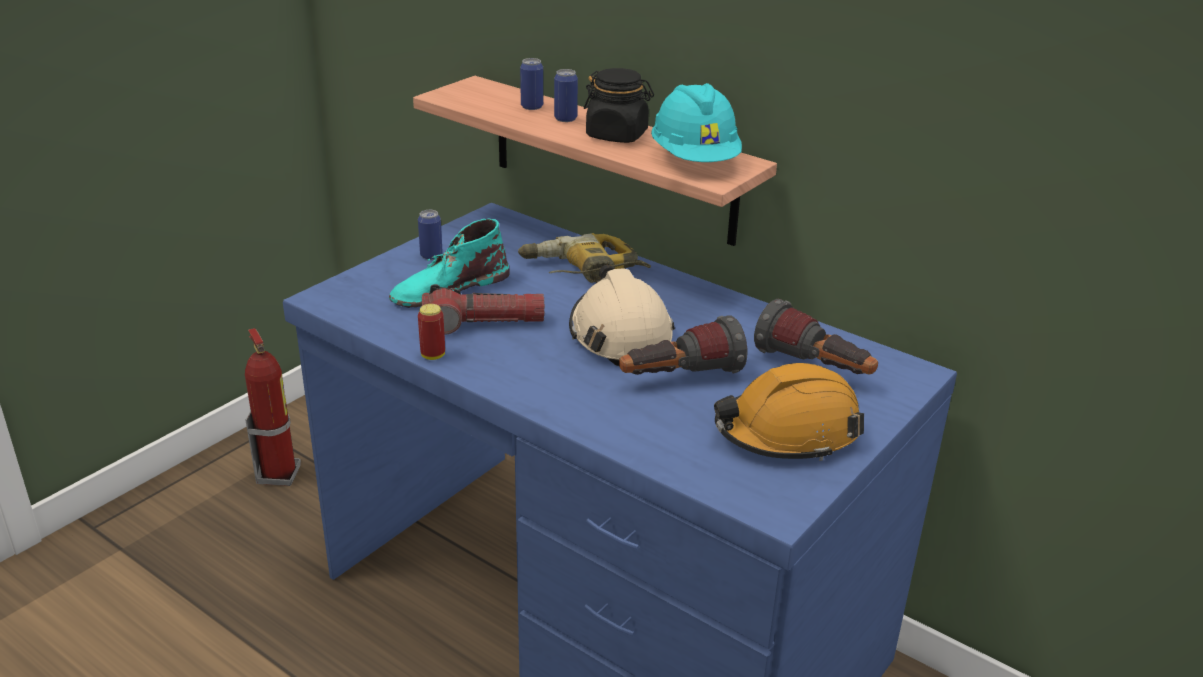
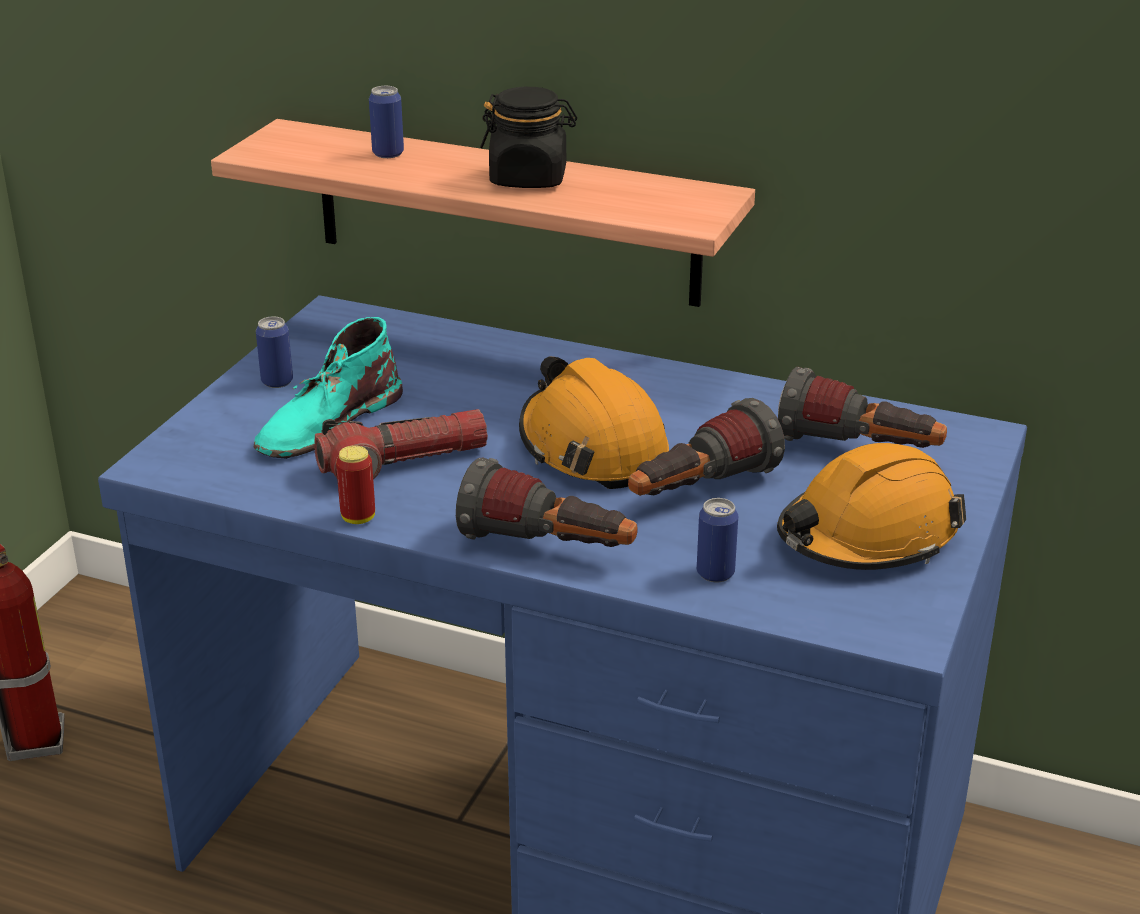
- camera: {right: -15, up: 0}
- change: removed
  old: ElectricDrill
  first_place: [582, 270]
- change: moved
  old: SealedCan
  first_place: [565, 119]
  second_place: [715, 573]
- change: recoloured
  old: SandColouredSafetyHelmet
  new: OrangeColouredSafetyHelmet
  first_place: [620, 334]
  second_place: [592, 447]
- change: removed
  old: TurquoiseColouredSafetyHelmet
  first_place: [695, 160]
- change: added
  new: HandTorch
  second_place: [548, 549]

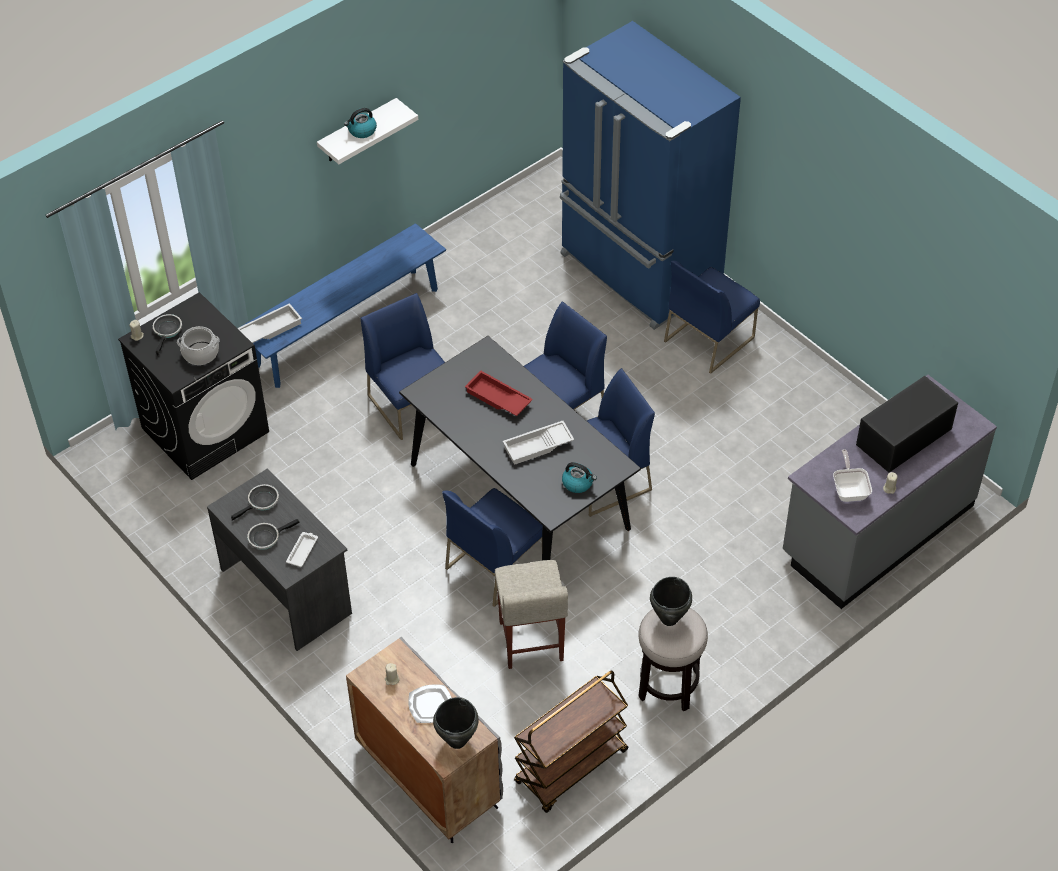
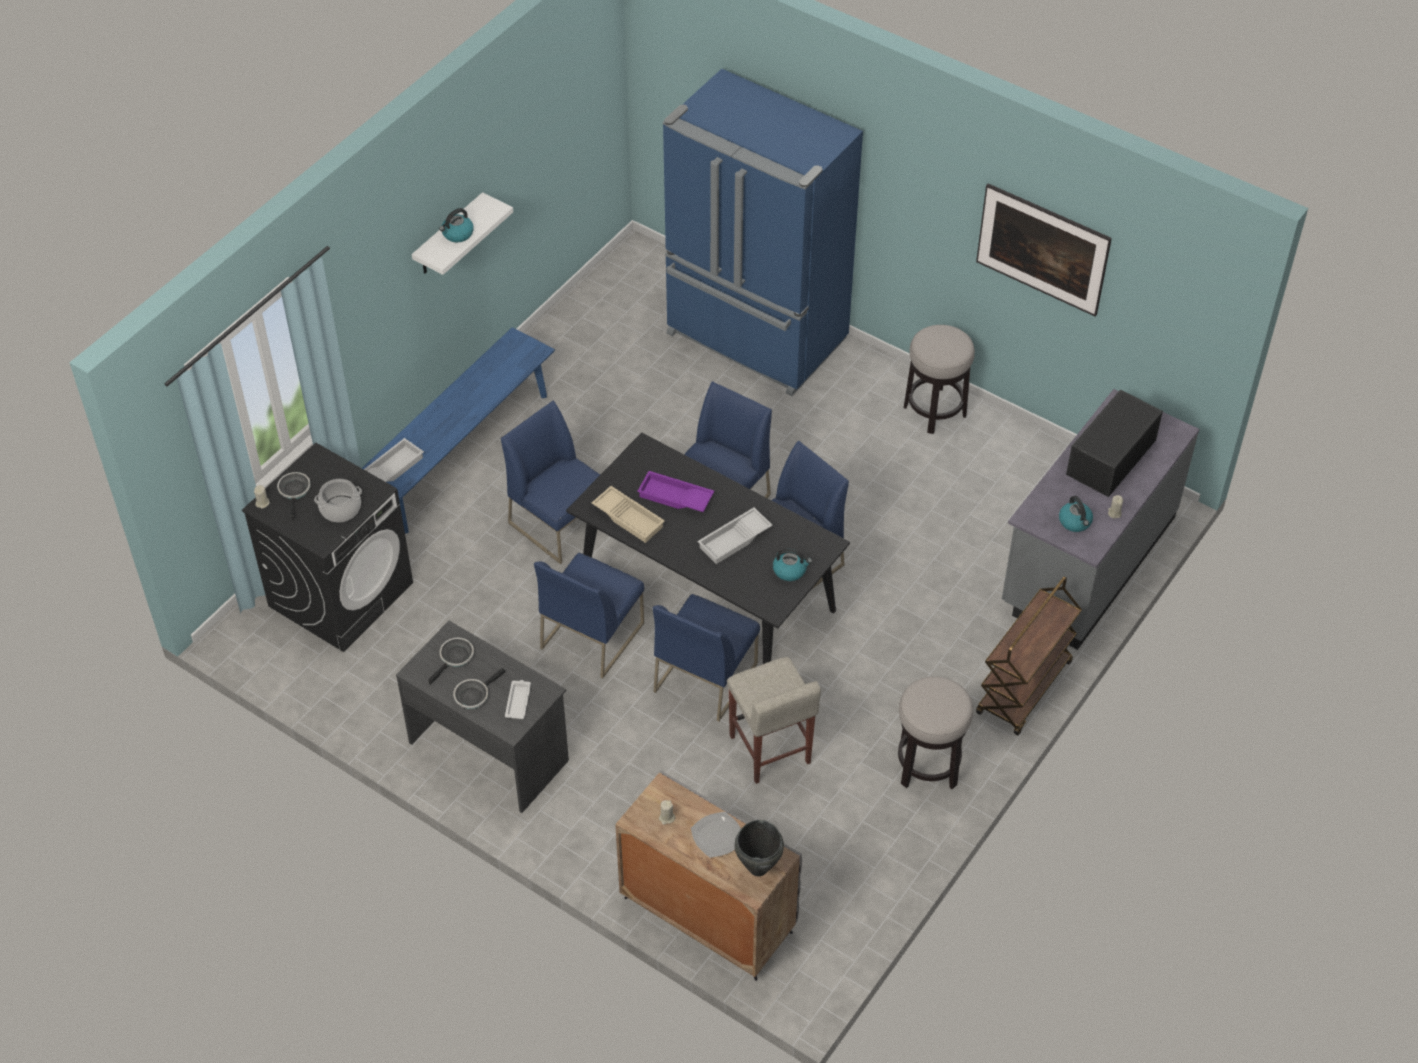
- camera: {right: -15, up: 0}
- change: recoloured
  old: ReddishServingTray
  new: PurplishServingTray
  first_place: [497, 399]
  second_place: [674, 497]
- change: moved
  old: BrownWheeledCart
  first_place: [571, 768]
  second_place: [1024, 689]
- change: removed
  old: BlackishSaucepot
  first_place: [668, 619]
- change: moved
  old: BluishPlainChair
  first_place: [709, 338]
  second_place: [592, 634]
- change: replaced
  old: Pan
  new: TeaKettle
  first_place: [850, 490]
  second_place: [1075, 522]
- change: added
  new: SandColouredServingTray
  second_place: [629, 517]
- change: added
  new: StoolSeat
  second_place: [935, 410]
- change: added
  new: Picture
  second_place: [1039, 268]

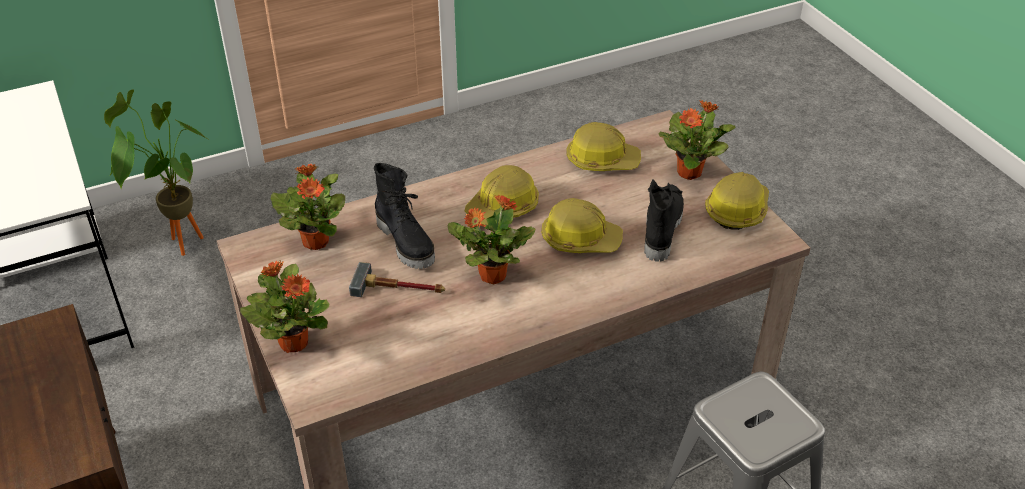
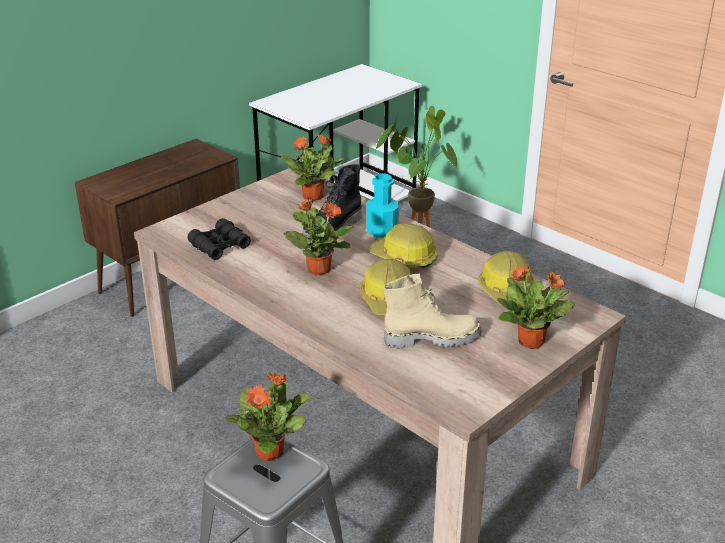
- camera: {right: 70, up: -10}
- change: moved
  old: Houseplant
  first_place: [293, 342]
  second_place: [270, 451]
- change: removed
  old: Hammer
  first_place: [399, 288]
- change: recoloured
  old: BlackishBoot
  new: SandColouredBoot
  first_place: [660, 229]
  second_place: [431, 338]
- change: removed
  old: SafetyHelmet
  first_place: [737, 210]
- change: added
  new: BlackishPairOfBinoculars
  second_place: [220, 246]
- change: added
  new: TurquoiseColouredBeverageBottle
  second_place: [382, 231]

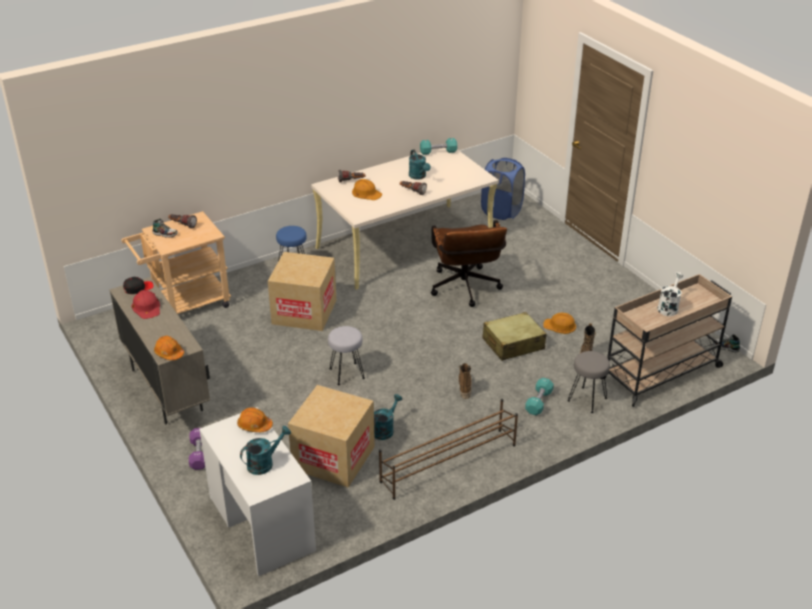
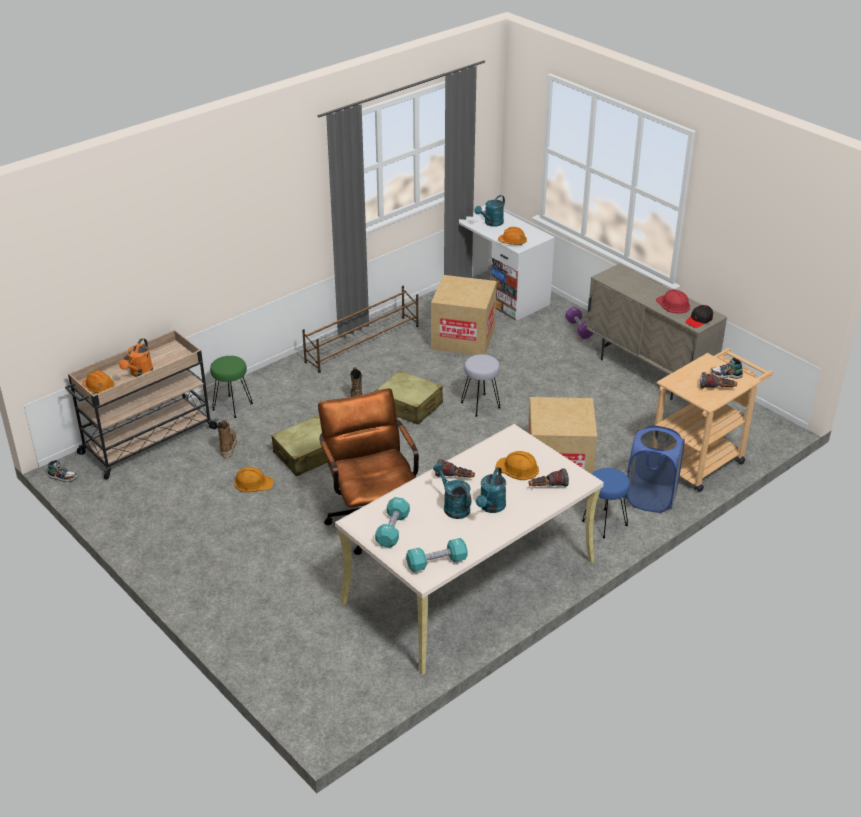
- camera: {right: 170, up: 0}
- change: moved
  old: OrangeColouredSafetyHelmet
  first_place: [169, 353]
  second_place: [99, 387]
- change: moved
  old: TurquoiseColouredWateringPot
  first_place: [385, 429]
  second_place: [491, 507]
- change: moved
  old: BluishLaundryBasket
  first_place: [501, 211]
  second_place: [650, 498]
- change: moved
  old: TurquoiseColouredDumbbell
  first_place: [538, 402]
  second_place: [392, 530]
- change: recoloured
  old: GreyStoolSeat
  new: GreenColouredStoolSeat
  first_place: [587, 400]
  second_place: [233, 406]
- change: recoloured
  old: WhiteColouredWateringPot
  new: OrangeColouredWateringPot
  first_place: [668, 307]
  second_place: [139, 373]
- change: added
  new: SandColouredSuitcase
  second_place: [409, 406]

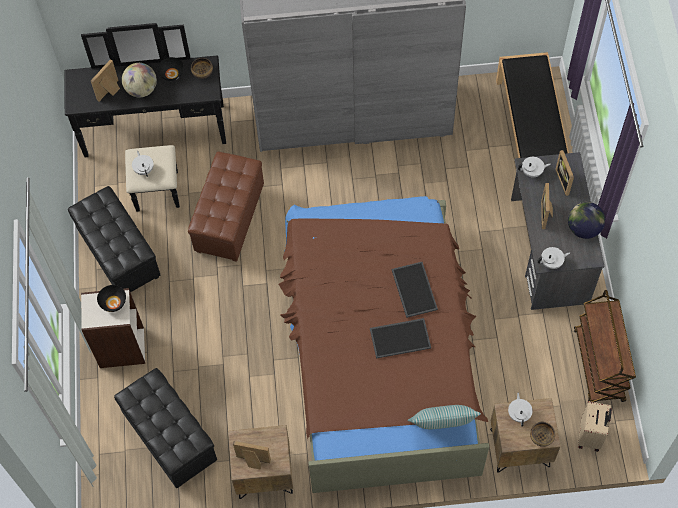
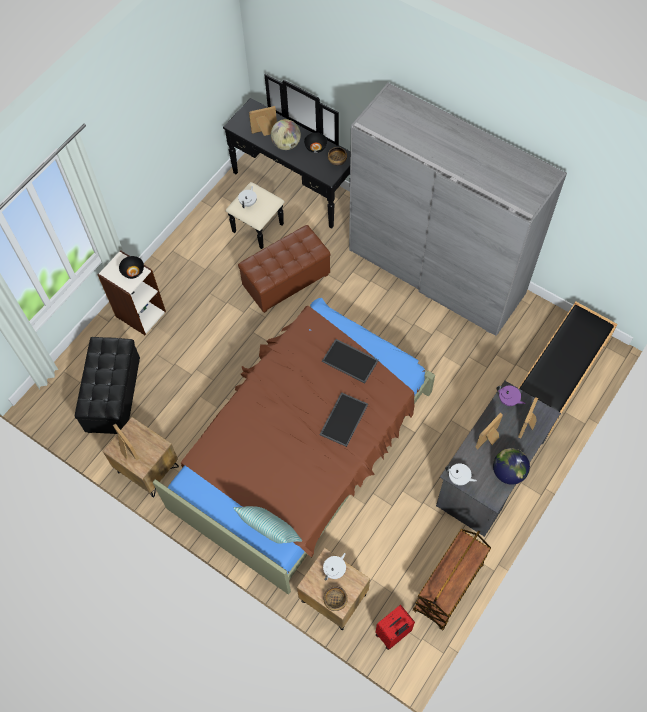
- camera: {right: 40, up: 0}
- change: removed
  old: BlackishOttoman
  first_place: [118, 255]
- change: moved
  old: ServingTray
  first_place: [400, 337]
  second_place: [351, 360]
- change: recoloured
  old: WhiteColouredTeapot
  new: PurplishTeapot
  first_place: [532, 172]
  second_place: [508, 400]
- change: recoloured
  old: SandColouredSuitcase
  new: ReddishSuitcase
  first_place: [591, 436]
  second_place: [393, 634]

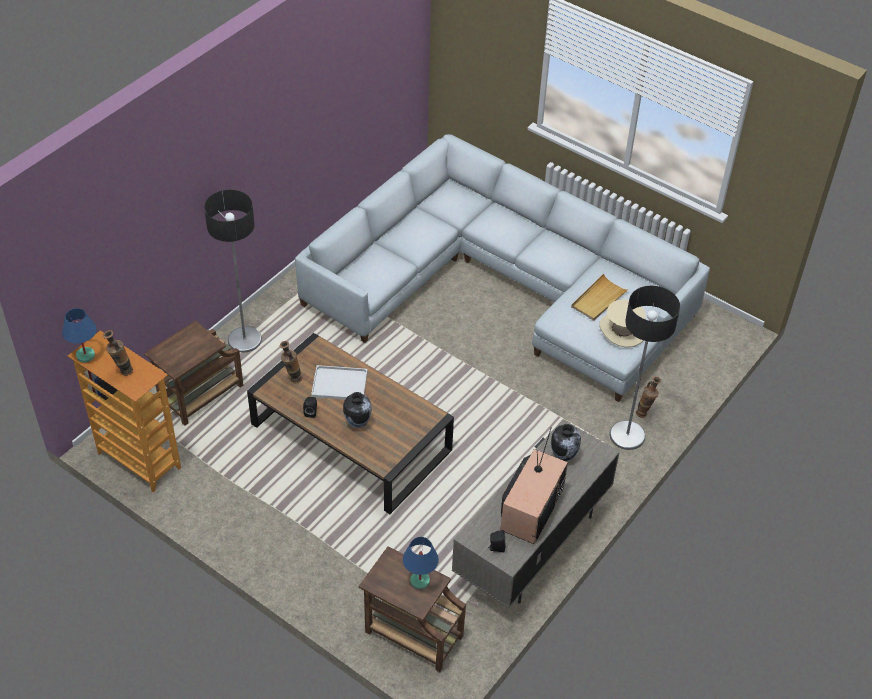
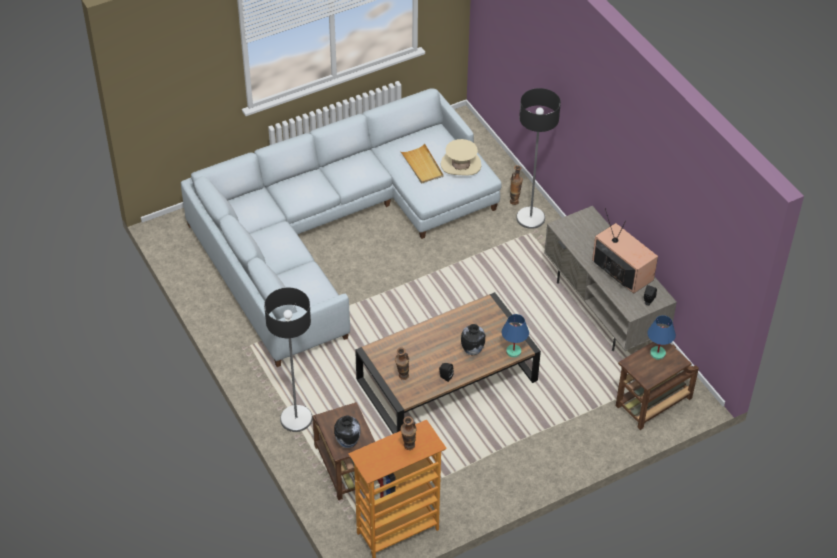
- camera: {right: -65, up: 0}
- change: moved
  old: BluishTableLamp
  first_place: [86, 355]
  second_place: [513, 351]
- change: removed
  old: WhiteColouredServingTray
  first_place: [338, 384]
- change: moved
  old: Vase
  first_place: [563, 456]
  second_place: [347, 443]

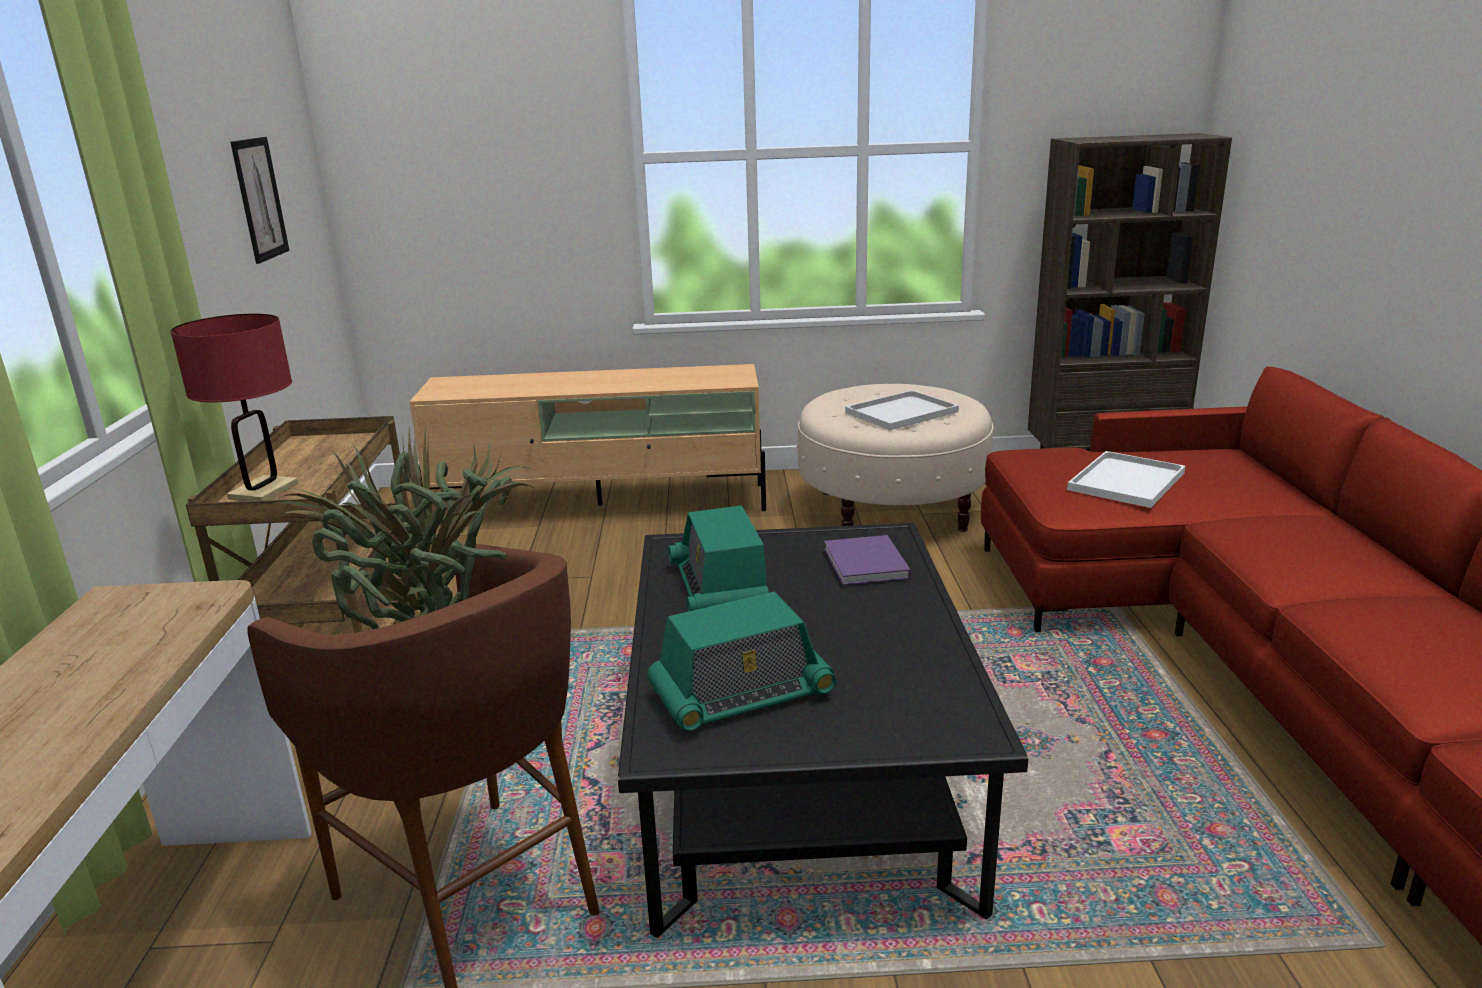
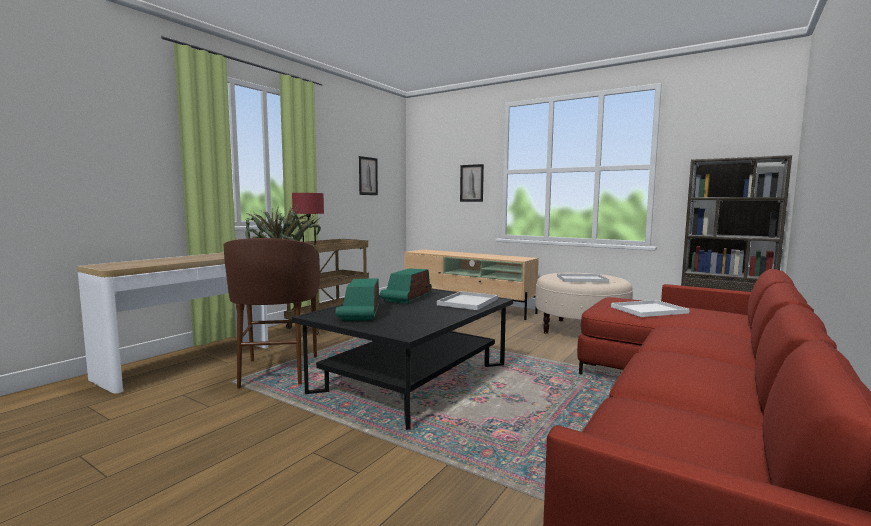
- camera: {right: 35, up: -15}
- change: turned
  old: RadioSet
  first_place: [741, 694]
  second_place: [360, 313]
  degrees: 75
- change: replaced
  old: PurplishVolume
  new: WhiteColouredServingTray
  first_place: [866, 565]
  second_place: [468, 302]
- change: added
  new: Picture
  second_place: [471, 183]

